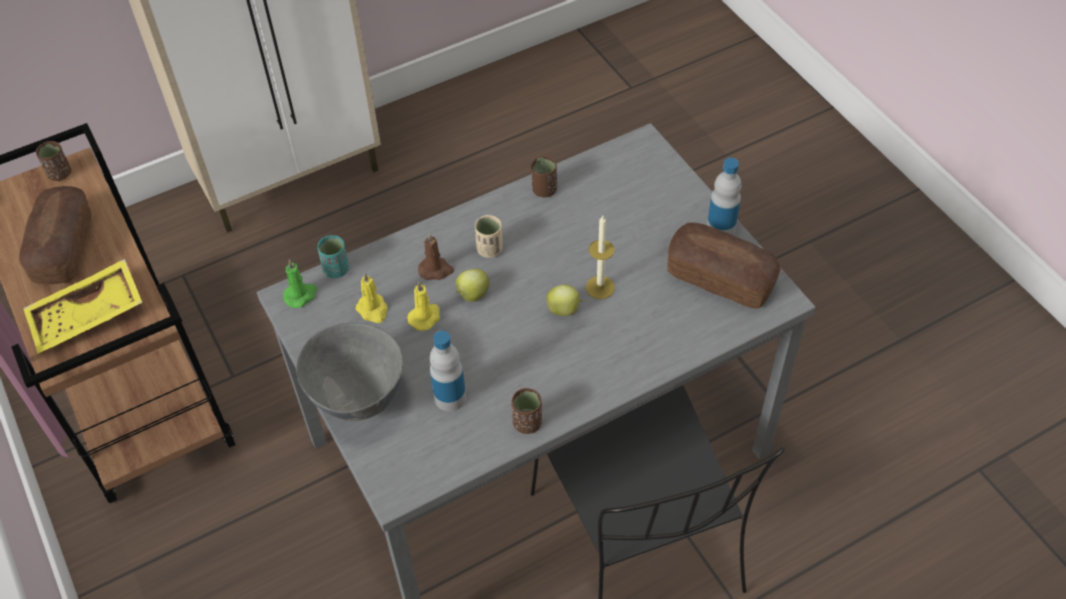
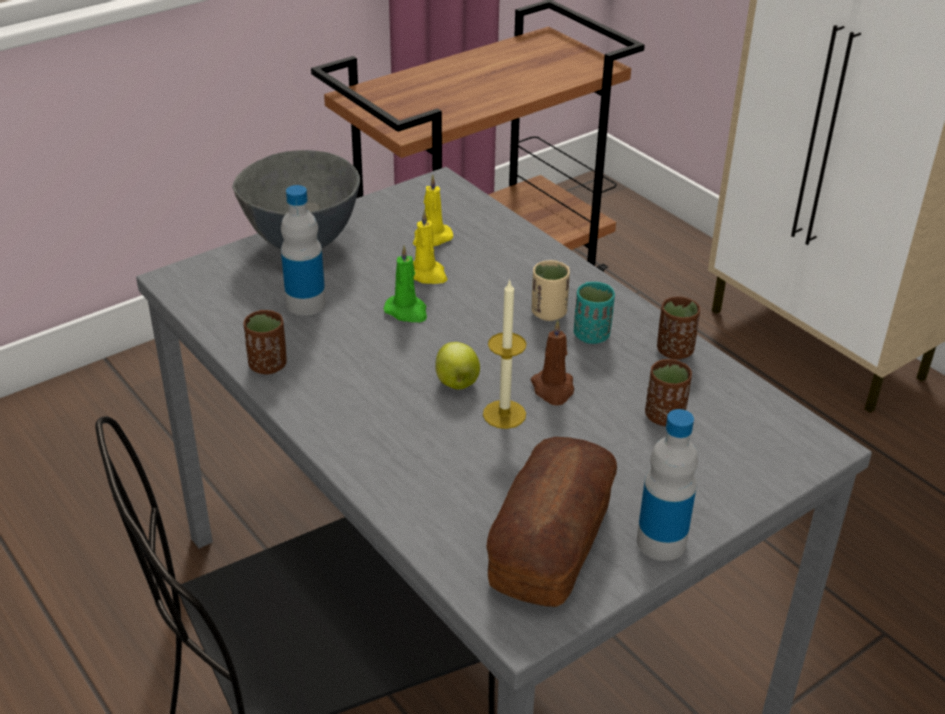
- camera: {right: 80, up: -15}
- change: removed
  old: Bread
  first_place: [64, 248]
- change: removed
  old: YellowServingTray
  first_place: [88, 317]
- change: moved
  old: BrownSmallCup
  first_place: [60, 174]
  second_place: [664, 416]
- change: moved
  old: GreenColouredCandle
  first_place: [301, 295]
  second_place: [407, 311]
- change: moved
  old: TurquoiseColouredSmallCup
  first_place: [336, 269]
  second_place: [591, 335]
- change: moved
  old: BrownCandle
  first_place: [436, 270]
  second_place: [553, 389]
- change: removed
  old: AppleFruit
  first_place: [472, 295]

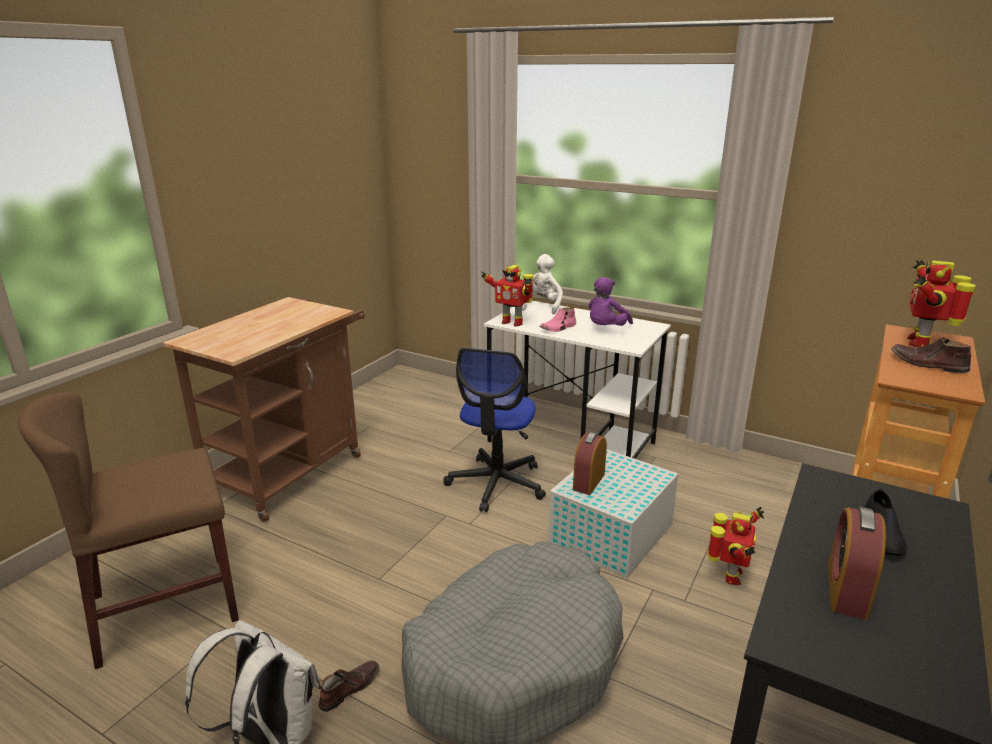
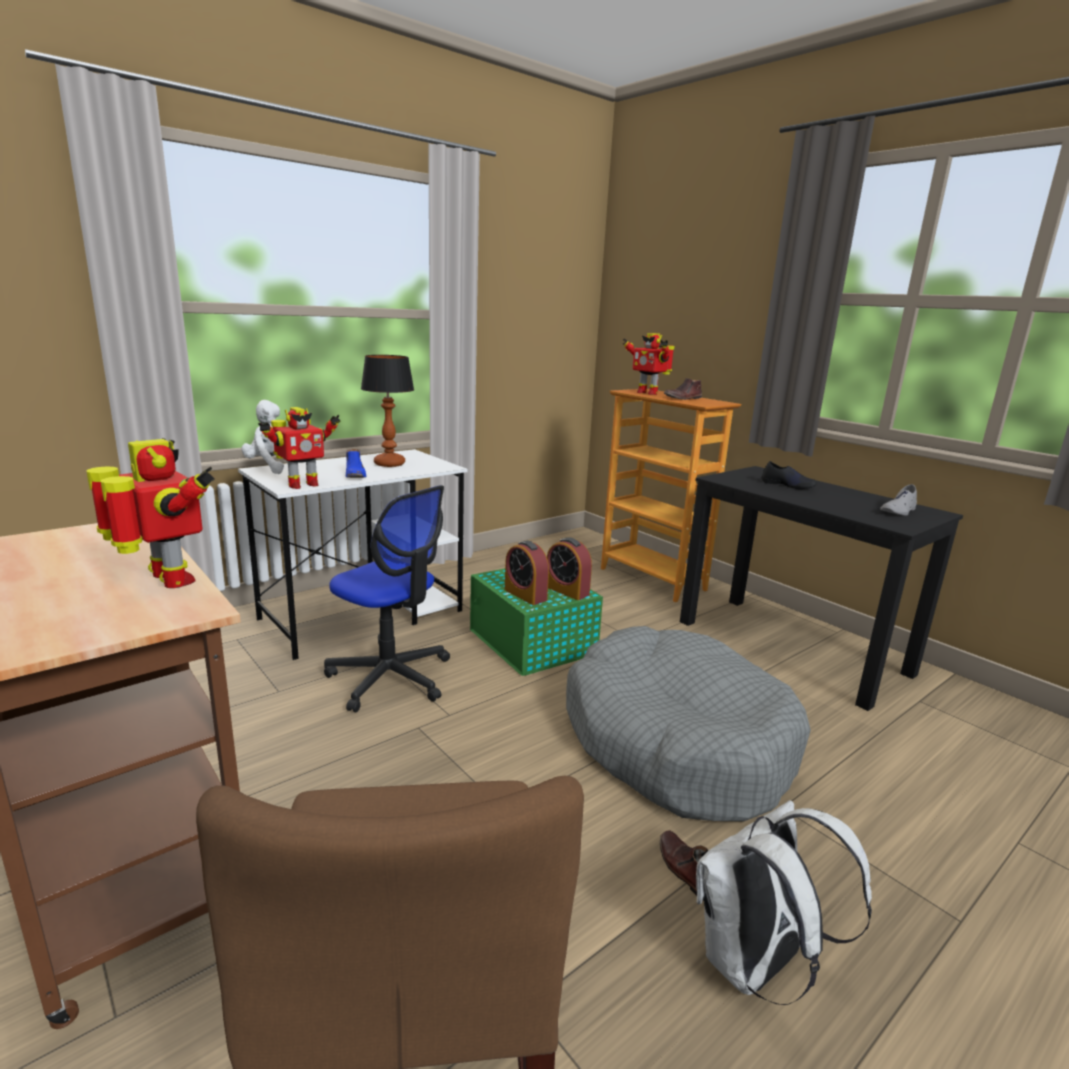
- camera: {right: -70, up: -5}
- change: recoloured
  old: PinkColouredItemOfFootwear
  new: BluishItemOfFootwear
  first_place: [558, 328]
  second_place: [355, 475]
- change: recoloured
  old: WhiteColouredStorageBin
  new: GreenColouredStorageBin
  first_place: [610, 534]
  second_place: [533, 643]
- change: replaced
  old: PurplishSoftToy
  new: TableLamp
  first_place: [606, 329]
  second_place: [389, 464]
- change: moved
  old: ToyRobot
  first_place: [730, 576]
  second_place: [168, 580]
- change: moved
  old: TableClock
  first_place: [846, 590]
  second_place: [567, 590]
- change: added
  new: GreyItemOfFootwear
  second_place: [898, 511]

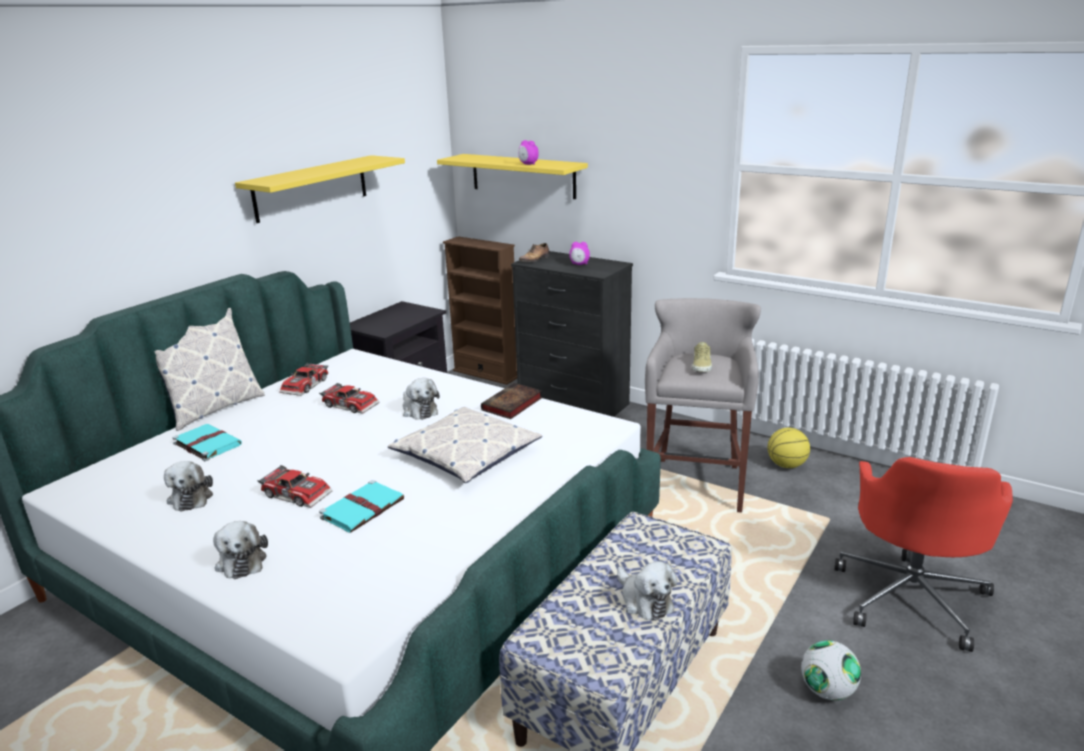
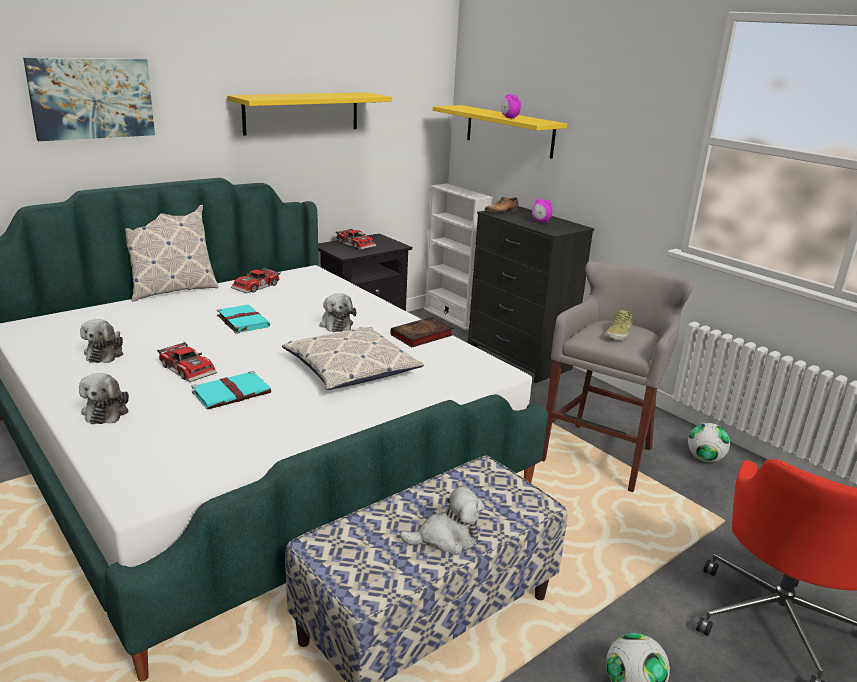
- camera: {right: 15, up: 0}
- change: moved
  old: TurquoiseColouredVolume
  first_place: [206, 444]
  second_place: [242, 320]
- change: moved
  old: ModelCar
  first_place: [351, 404]
  second_place: [356, 244]
- change: recoloured
  old: BrownShelvingUnit
  new: WhiteColouredShelvingUnit
  first_place: [486, 373]
  second_place: [452, 317]
- change: turned
  old: SoftToy
  first_place: [644, 600]
  second_place: [446, 538]
  degrees: -90
- change: replaced
  old: Basketball
  new: FootballBall
  first_place: [786, 465]
  second_place: [704, 459]
- change: added
  new: Picture
  second_place: [92, 98]

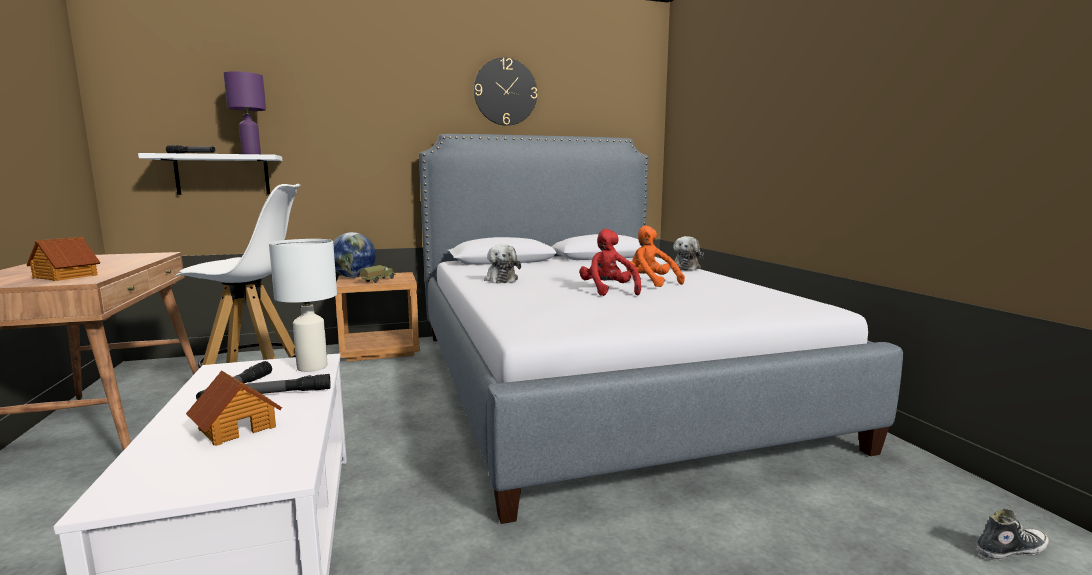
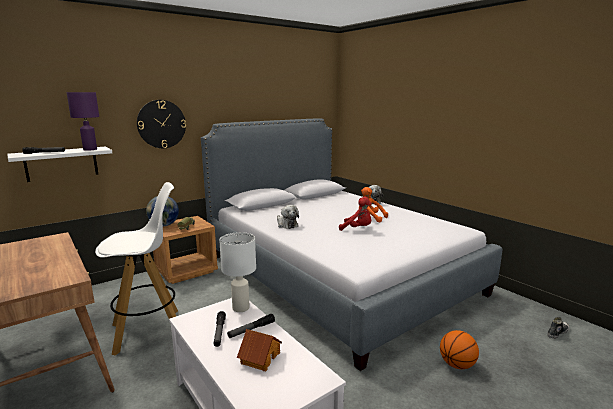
- camera: {right: -20, up: 5}
- change: removed
  old: ToyHouse
  first_place: [64, 276]
- change: moved
  old: ClockOnTheWall
  first_place: [505, 92]
  second_place: [161, 124]
- change: turned
  old: ReddishSoftToy
  first_place: [608, 291]
  second_place: [357, 229]
  degrees: 150
- change: added
  new: Basketball
  second_place: [457, 365]

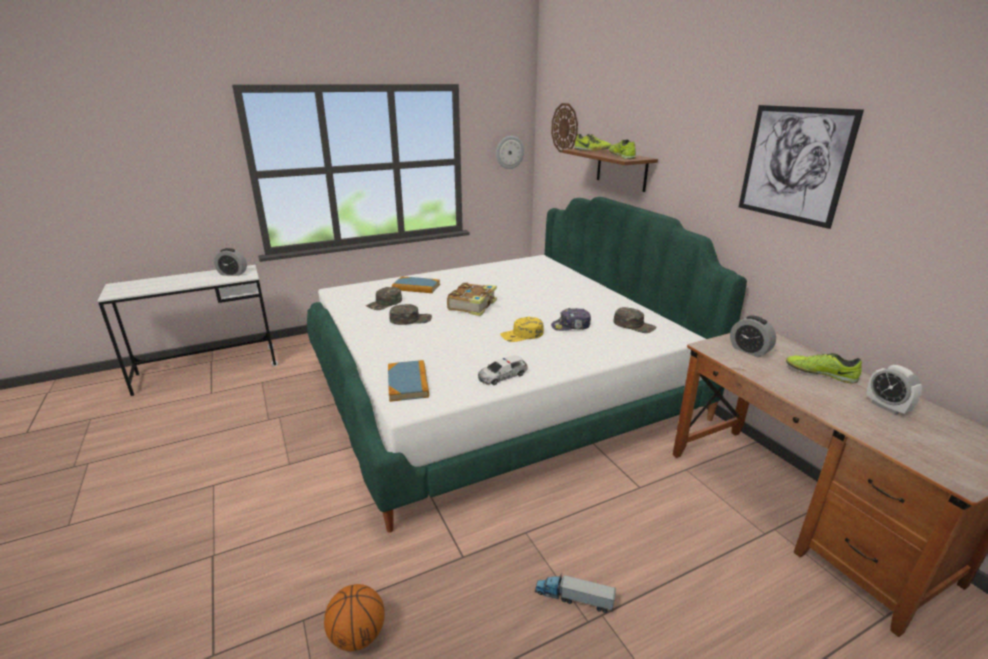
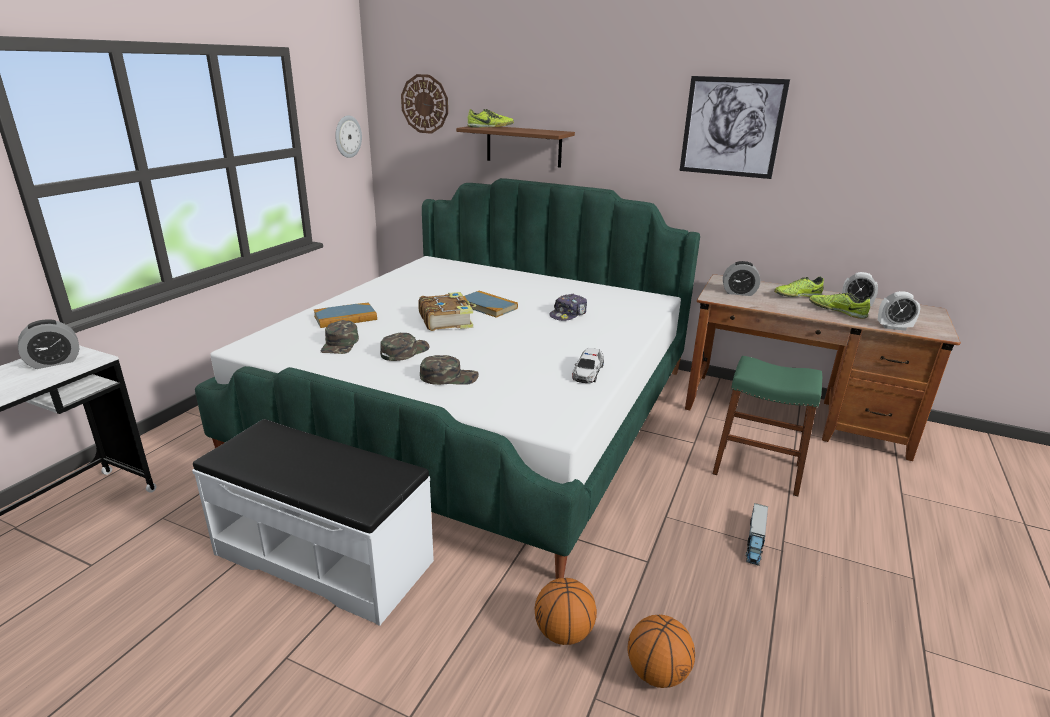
- camera: {right: -40, up: 0}
- change: moved
  old: Volume
  first_place: [408, 383]
  second_place: [487, 306]
- change: removed
  old: YellowBaseballCap
  first_place: [522, 335]
- change: turned
  old: ToyTruck
  first_place: [573, 598]
  second_place: [755, 541]
  degrees: -45
- change: moved
  old: ItemOfFootwear
  first_place: [621, 156]
  second_place: [837, 311]
- change: moved
  old: GreenColouredBaseballCap
  first_place: [634, 325]
  second_place: [449, 377]
- change: added
  new: WhiteColouredBench
  second_place: [324, 556]
- change: added
  new: Basketball
  second_place: [563, 633]
- change: added
  new: GreenColouredStoolSeat
  second_place: [757, 469]
- change: added
  new: TableClock
  second_place: [893, 327]

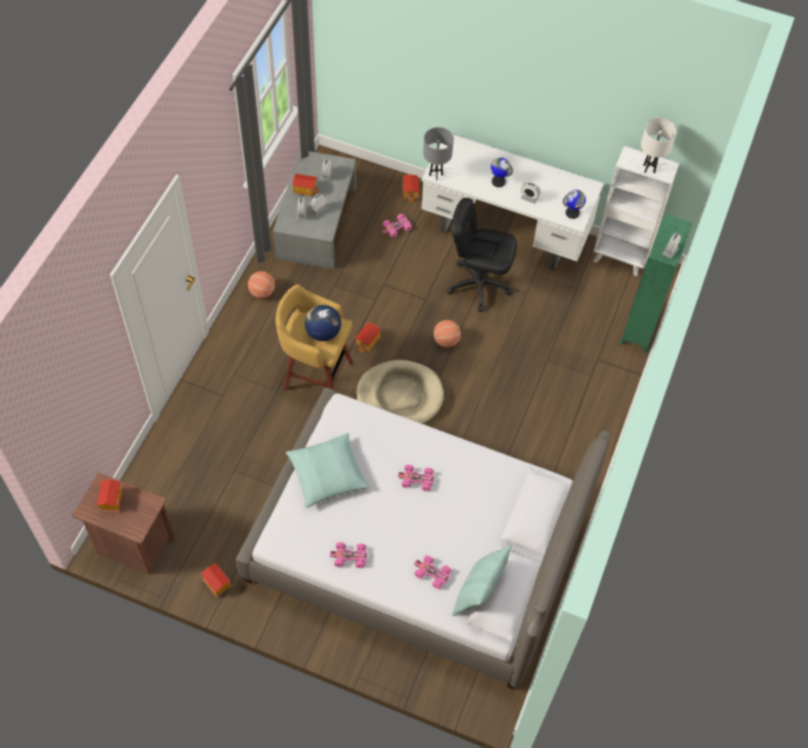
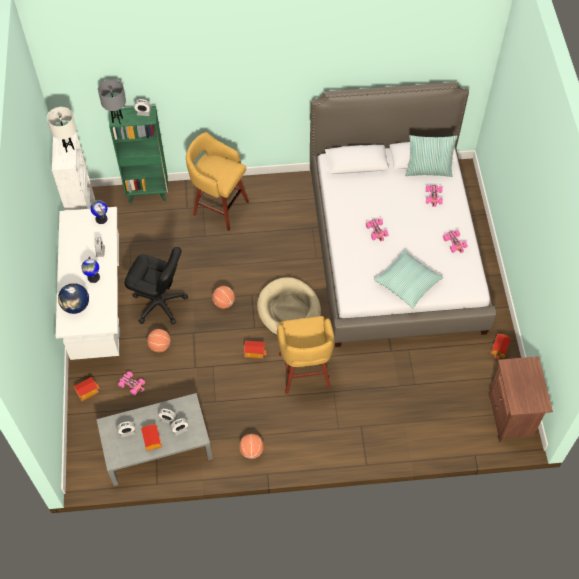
- camera: {right: -115, up: 0}
- change: removed
  old: ToyHouse
  first_place: [111, 500]
- change: moved
  old: DeskGlobe
  first_place: [323, 333]
  second_place: [76, 306]
- change: moved
  old: GreyTableLamp
  first_place: [435, 175]
  second_place: [117, 120]
- change: turned
  old: BlackishDeskChair
  first_place: [478, 284]
  second_place: [159, 304]
  degrees: -60
- change: added
  new: Basketball
  second_place: [159, 346]
- change: added
  new: YellowStoolSeat
  second_place: [219, 207]

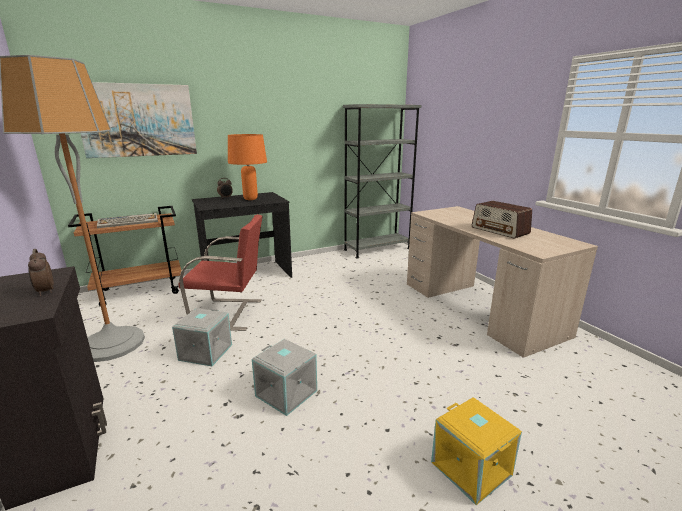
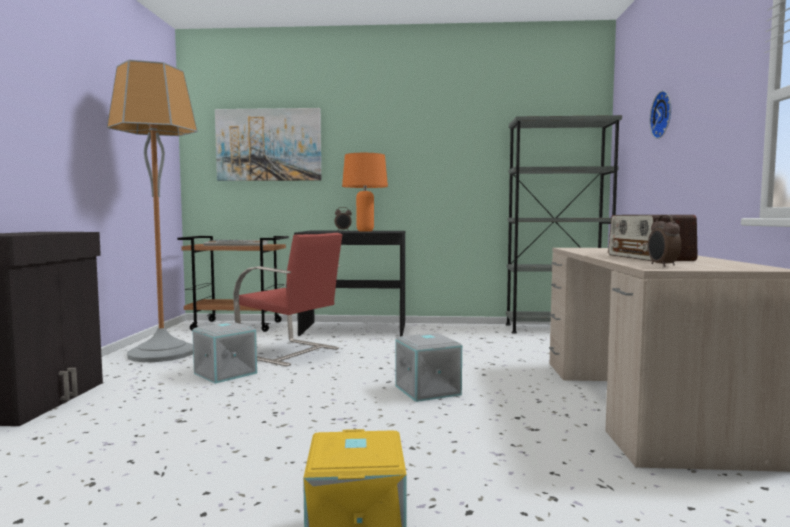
- camera: {right: 30, up: -15}
- change: moved
  old: TableClock
  first_place: [45, 292]
  second_place: [662, 265]
- change: moved
  old: GreyStorageBin
  first_place: [287, 393]
  second_place: [429, 390]
- change: added
  new: ClockOnTheWall
  second_place: [664, 114]

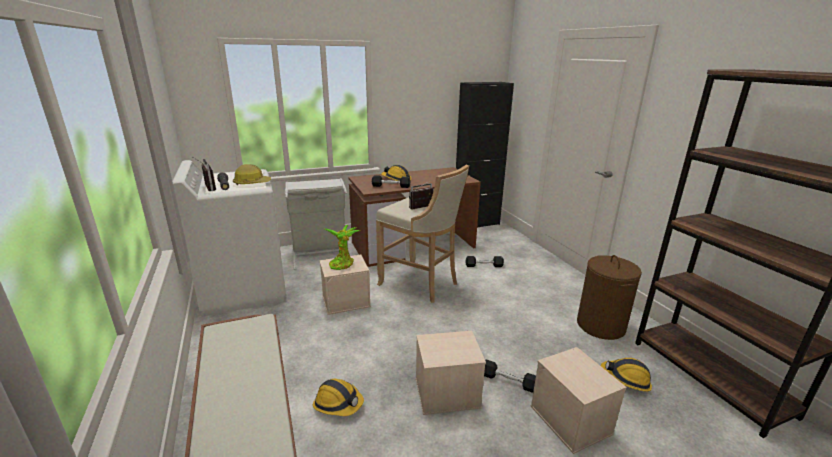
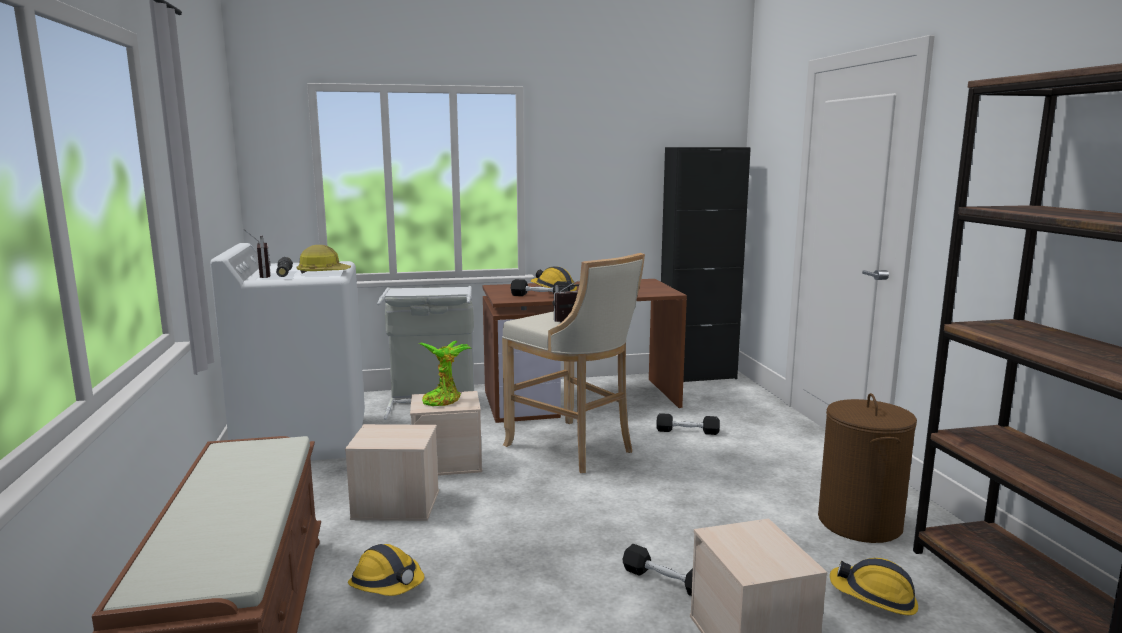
- camera: {right: 10, up: -10}
- change: moved
  old: SandColouredStorageBin
  first_place: [446, 393]
  second_place: [395, 505]

